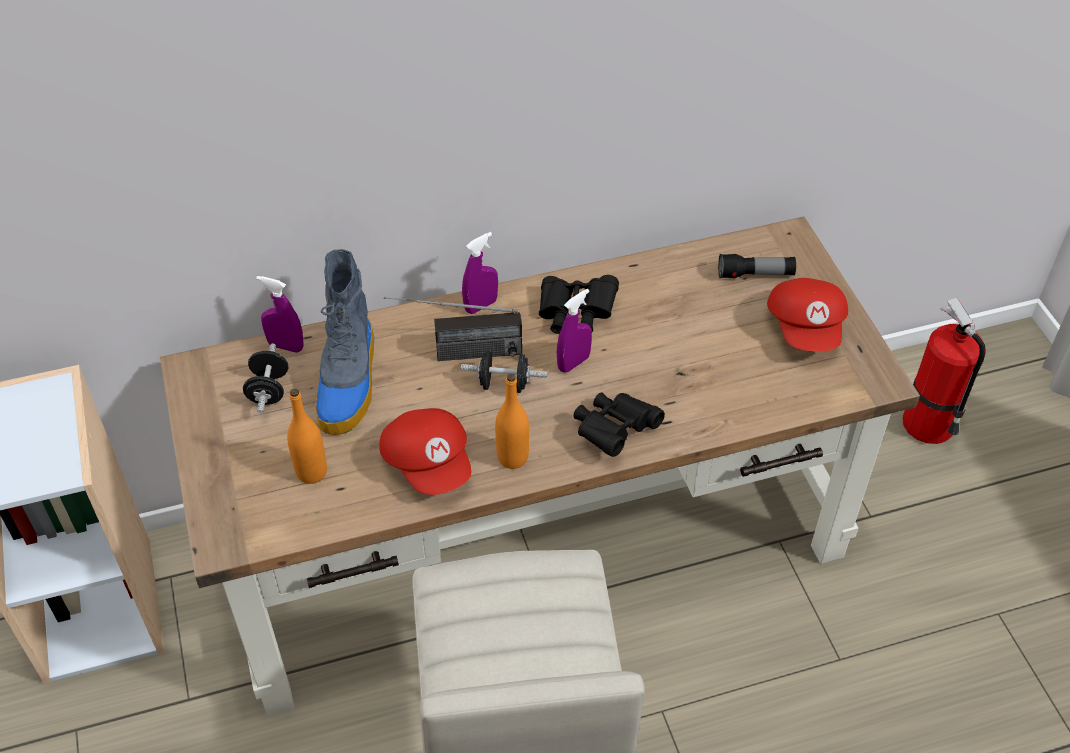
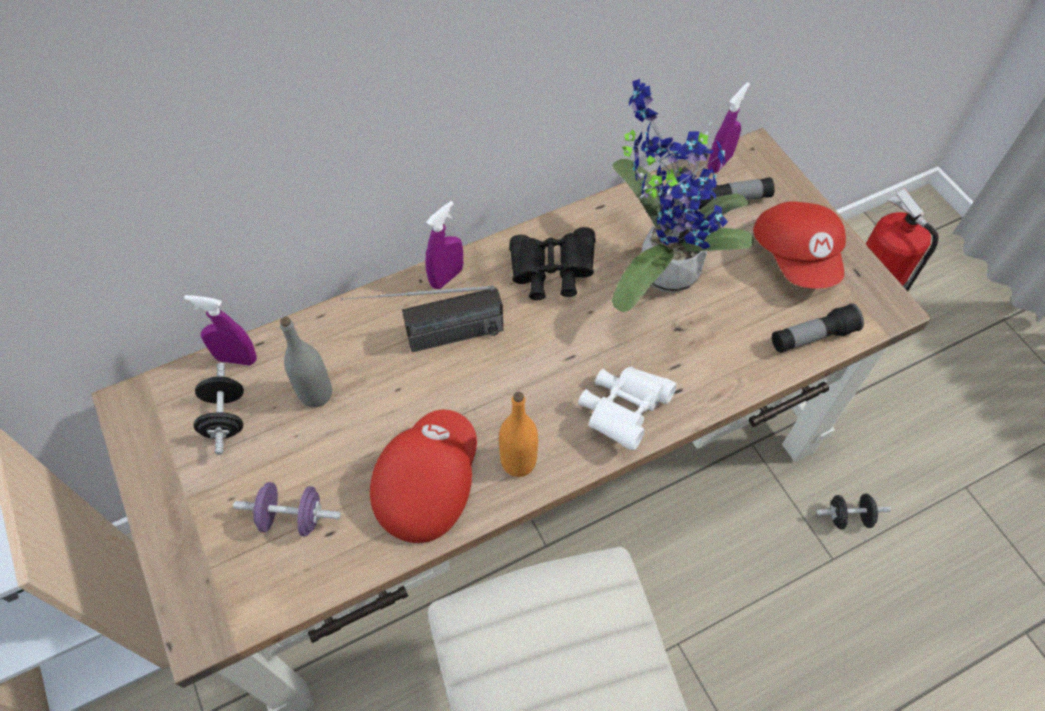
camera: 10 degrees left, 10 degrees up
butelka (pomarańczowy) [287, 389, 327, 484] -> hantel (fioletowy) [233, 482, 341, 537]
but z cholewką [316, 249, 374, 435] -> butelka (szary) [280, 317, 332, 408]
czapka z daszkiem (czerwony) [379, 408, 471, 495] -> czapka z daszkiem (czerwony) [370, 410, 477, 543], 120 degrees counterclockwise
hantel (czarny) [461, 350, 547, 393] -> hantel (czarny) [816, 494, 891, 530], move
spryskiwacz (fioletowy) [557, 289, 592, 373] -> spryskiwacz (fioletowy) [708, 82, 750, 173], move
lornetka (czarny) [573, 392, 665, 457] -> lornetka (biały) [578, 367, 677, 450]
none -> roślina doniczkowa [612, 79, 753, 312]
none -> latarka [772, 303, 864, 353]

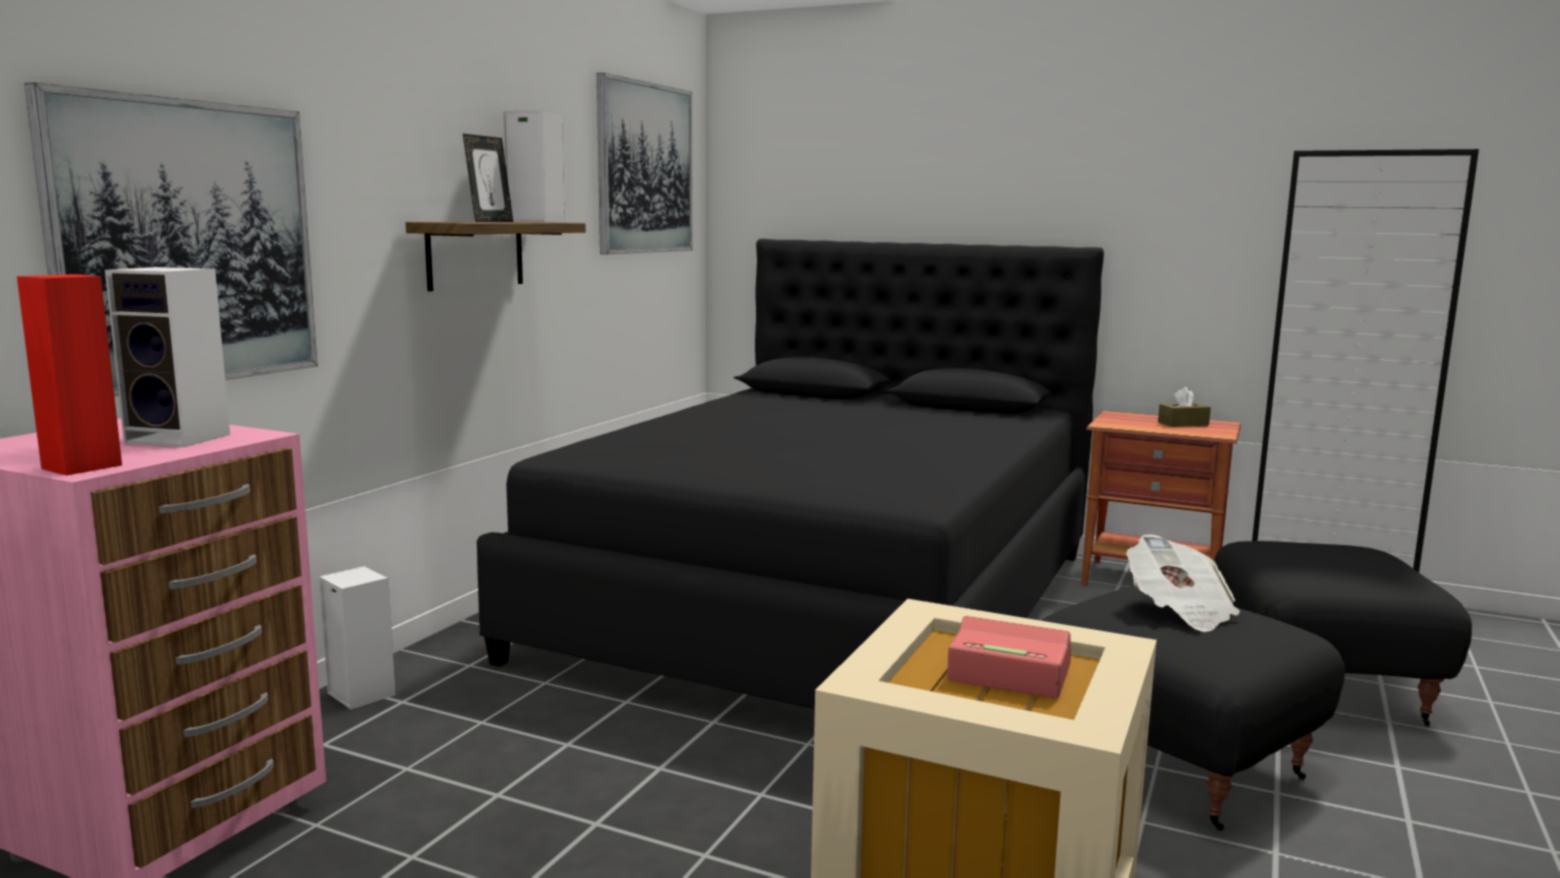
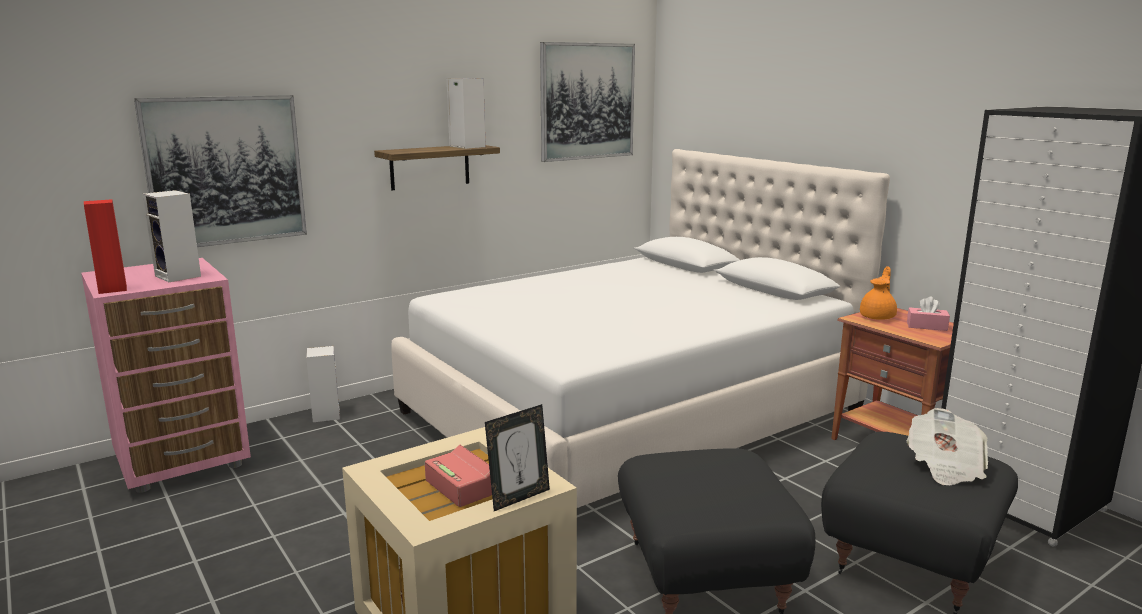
camera: 30 degrees right, 5 degrees up
ramka na zdjęcie [463, 134, 513, 222] -> ramka na zdjęcie [485, 404, 550, 511], move
łóżko (czarny) [477, 239, 1104, 709] -> łóżko (biały) [392, 149, 890, 508]
gazeta [1126, 534, 1240, 632] -> gazeta [906, 408, 988, 485], move
pudełko chusteczek (brązowy) [1158, 387, 1211, 427] -> pudełko chusteczek (różowy) [907, 296, 950, 331]
none -> imbryk (pomarańczowy) [860, 266, 897, 320]

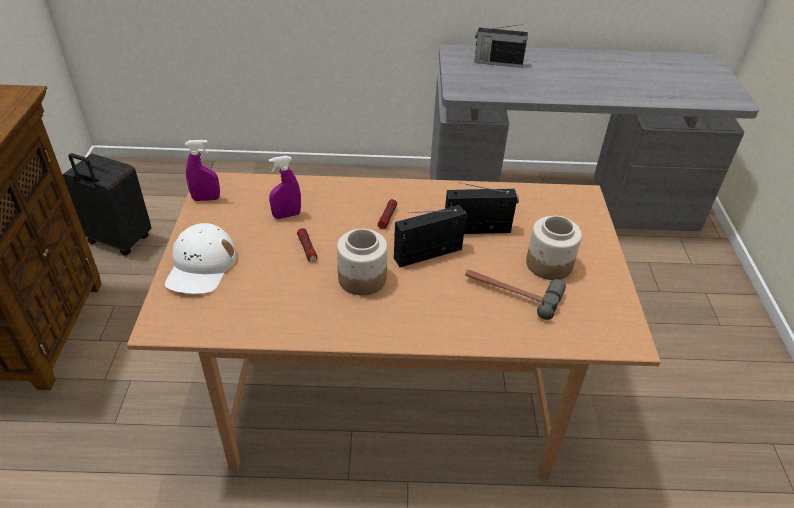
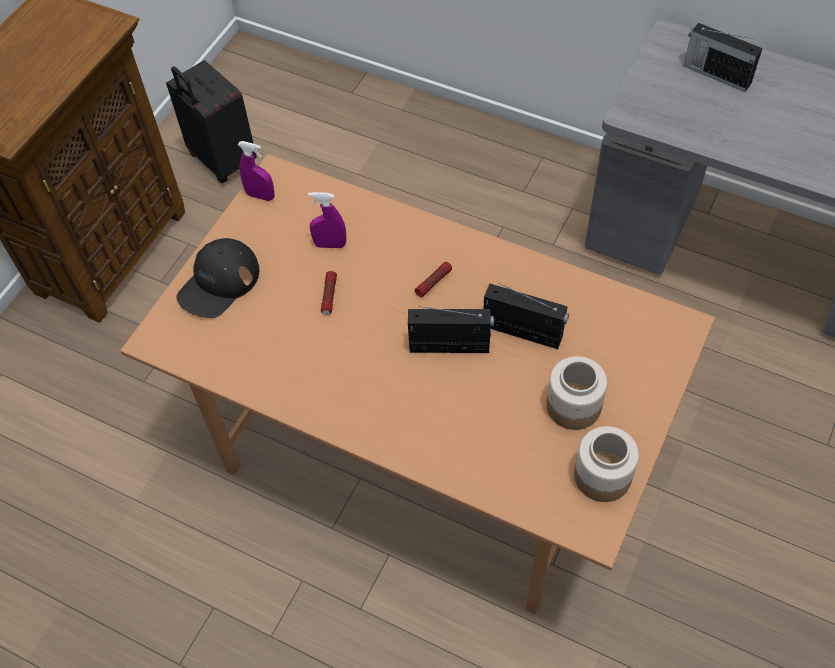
camera: 30 degrees right, 15 degrees up
czapka z daszkiem (biały) [165, 223, 236, 294] -> czapka z daszkiem (czarny) [176, 238, 259, 318]
słoik [337, 229, 387, 295] -> słoik [574, 426, 639, 502], move
młotek [465, 270, 566, 320] -> none

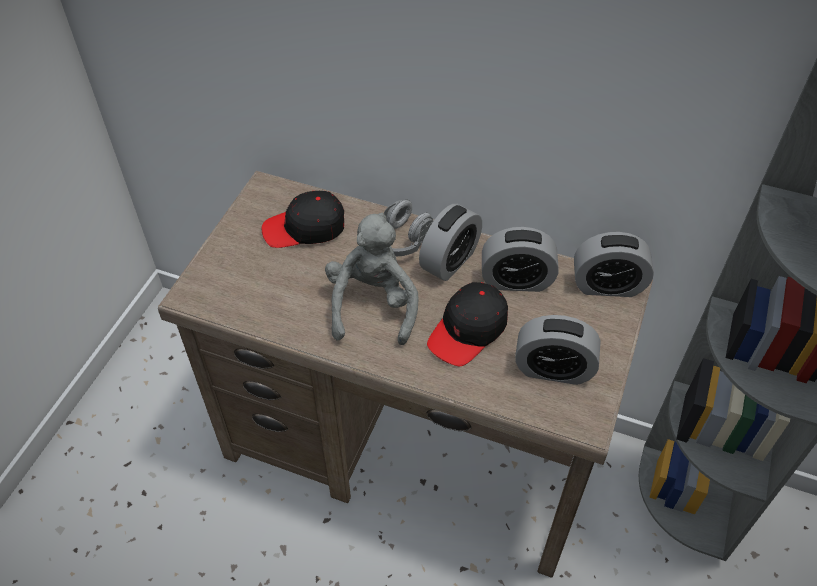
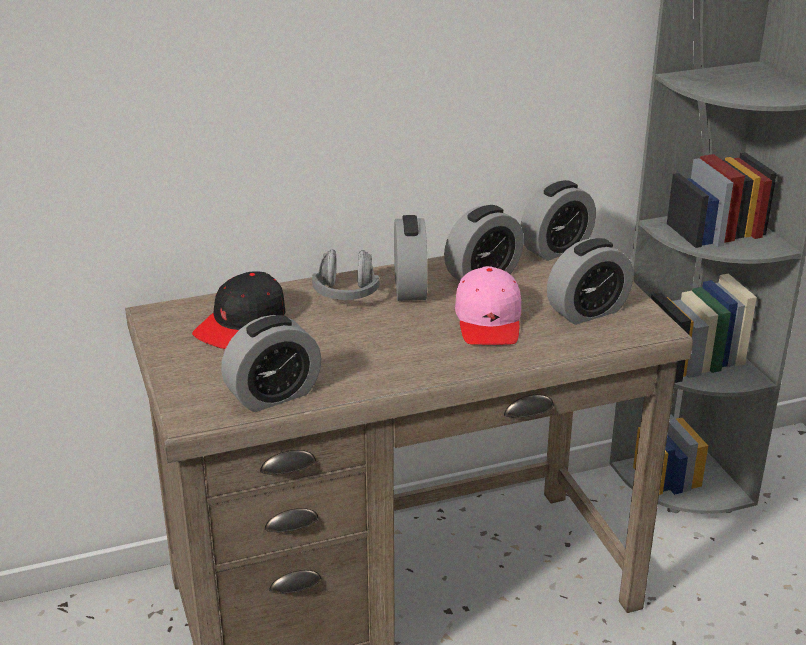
camera: 40 degrees left, 20 degrees down
pluszak (szary) [325, 213, 418, 345] -> none
czapka z daszkiem (czarny) [427, 282, 508, 366] -> czapka z daszkiem (różowy) [455, 266, 521, 345]
none -> budzik [221, 315, 322, 412]

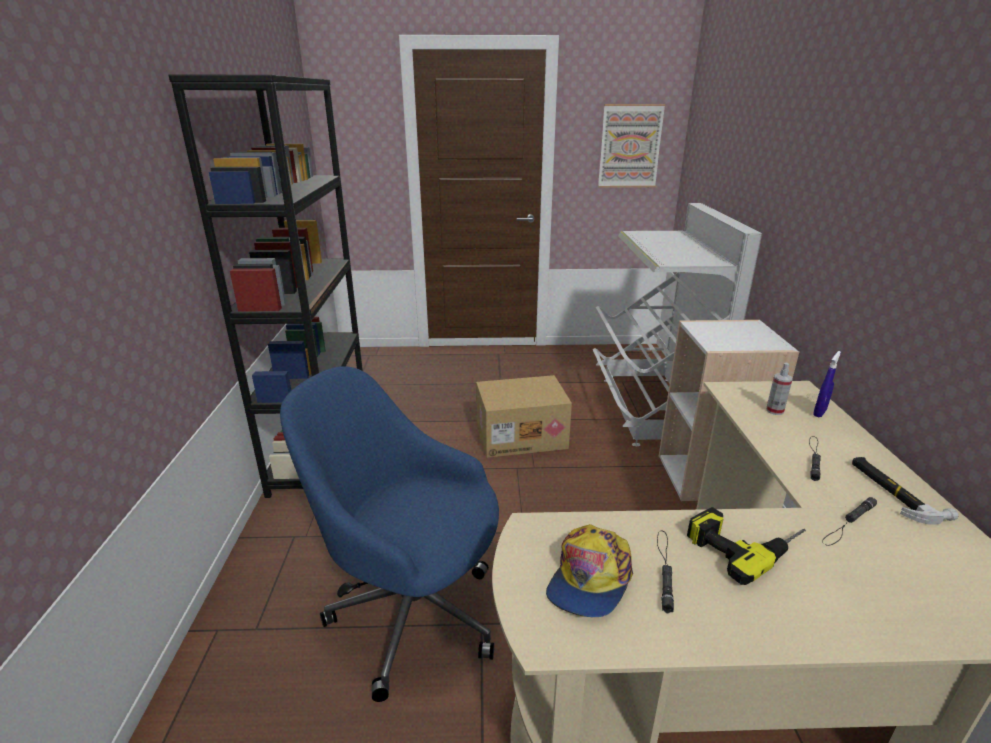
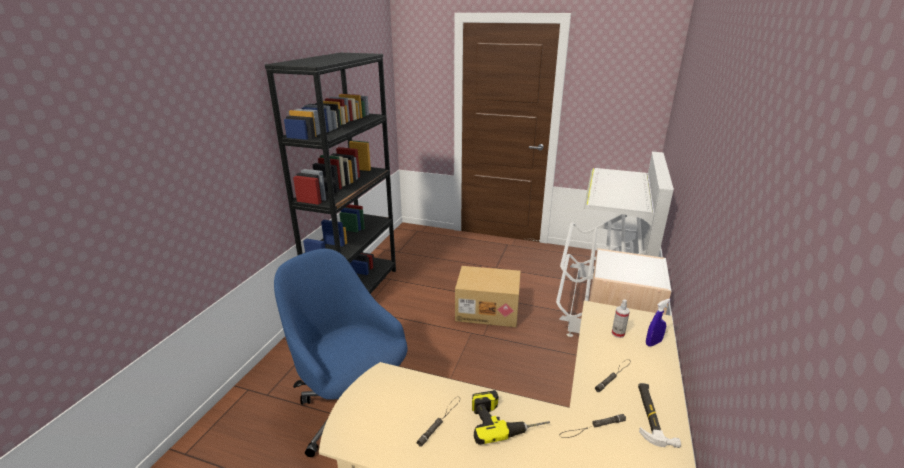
camera: 20 degrees right, 0 degrees up
czapka z daszkiem [546, 524, 633, 617] -> none
obraz [598, 104, 665, 188] -> none

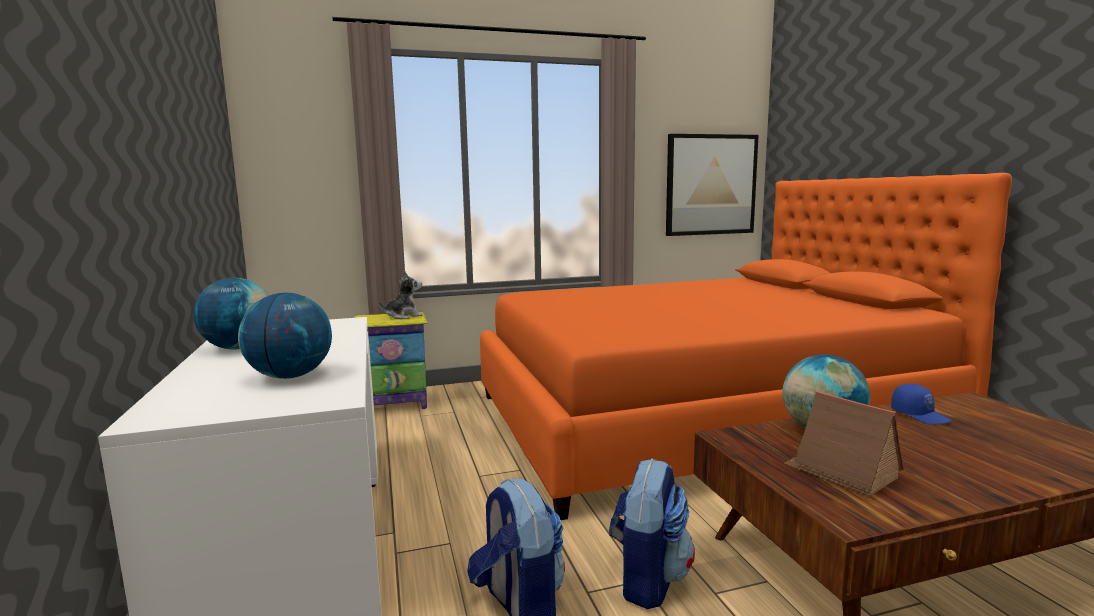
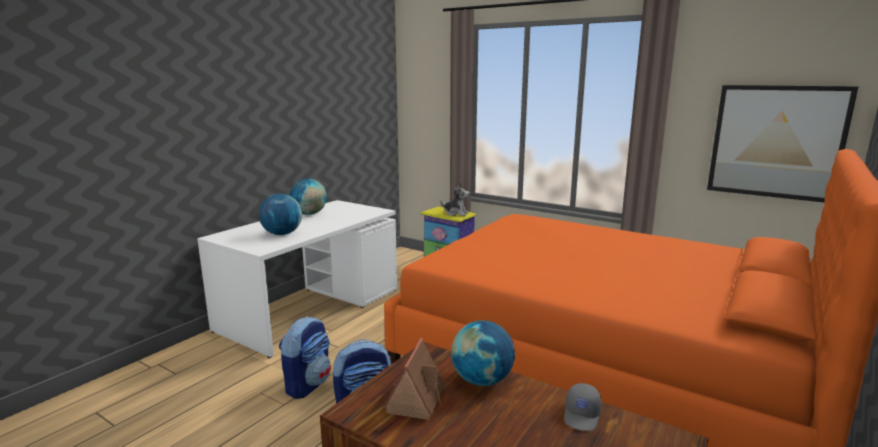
camera: 50 degrees right, 5 degrees up
czapka z daszkiem (niebieski) [891, 384, 952, 425] -> czapka z daszkiem (szary) [564, 383, 602, 431]

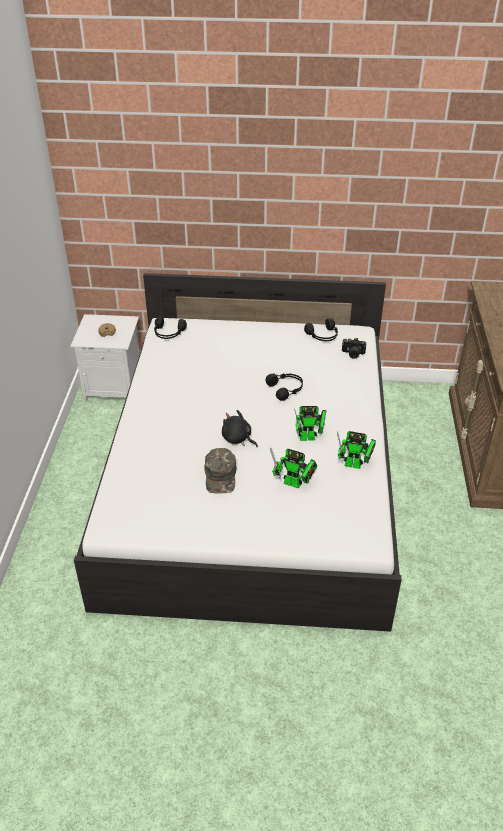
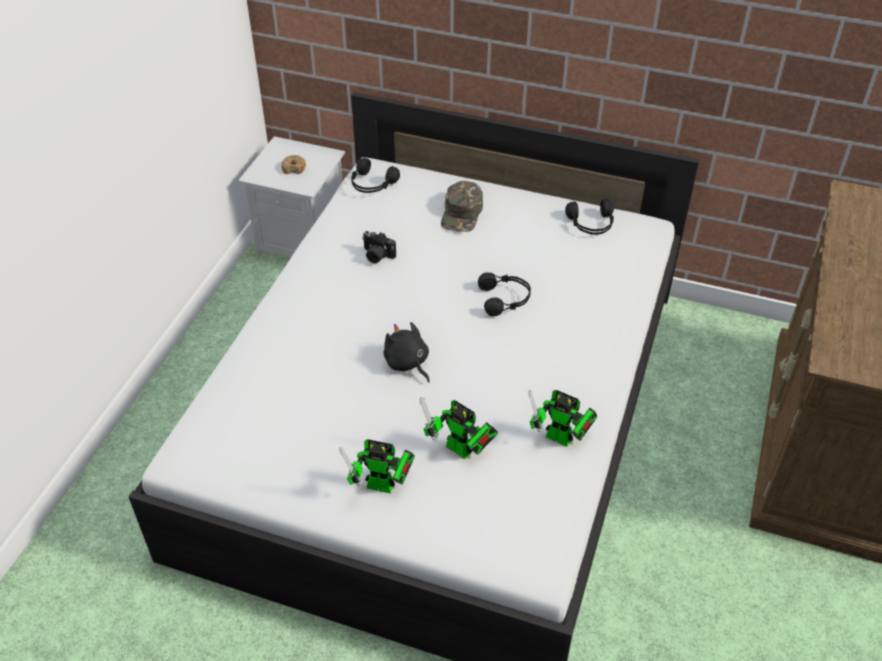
camera: 15 degrees right, 5 degrees up
czapka z daszkiem (zielony) [204, 448, 236, 493] -> czapka z daszkiem (zielony) [441, 181, 483, 232], move
robot zabawkowy [294, 406, 327, 441] -> robot zabawkowy [340, 439, 415, 493], move
aparat fotograficzny [342, 338, 366, 359] -> aparat fotograficzny [362, 231, 396, 263], move

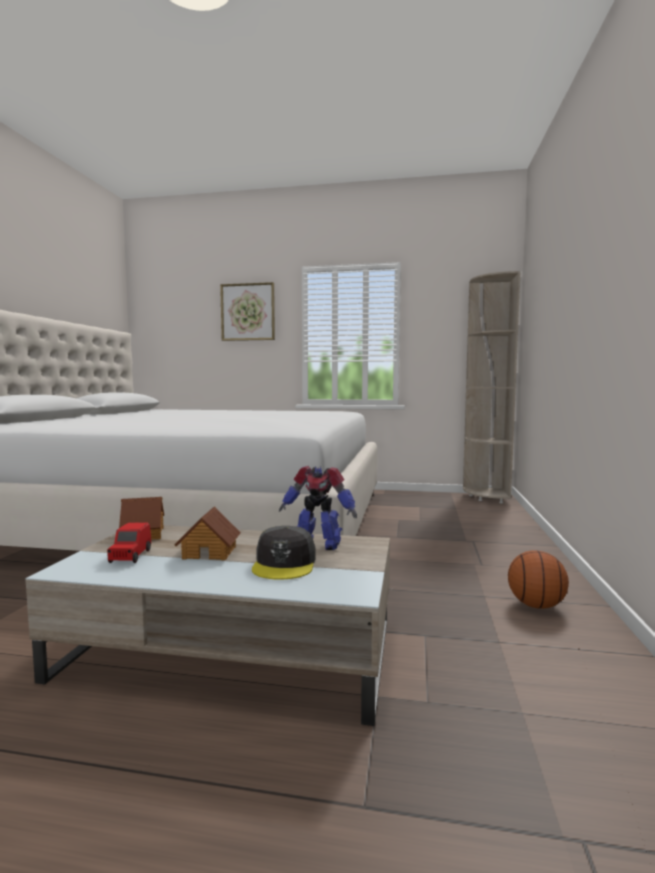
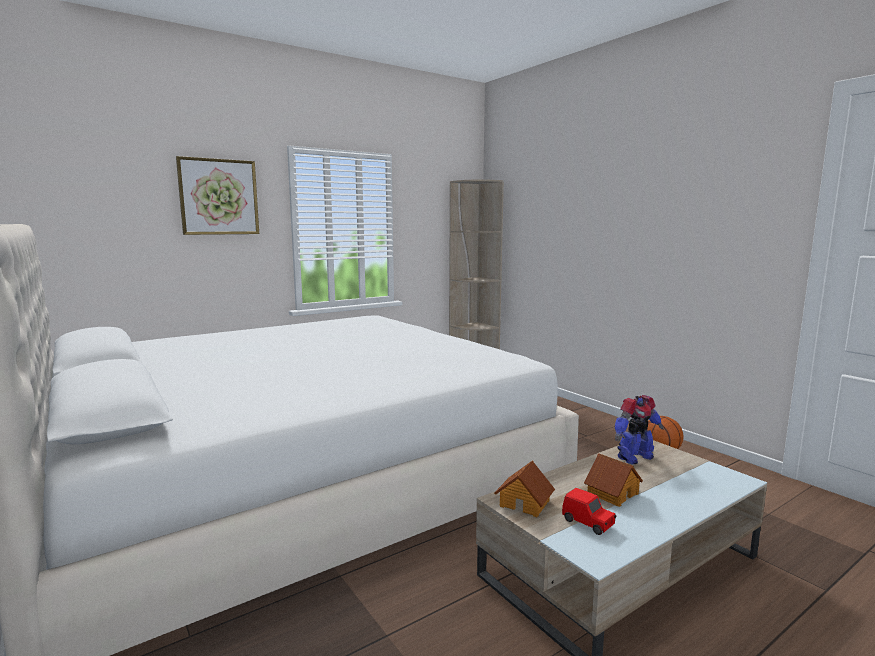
camera: 45 degrees left, 5 degrees up
czapka z daszkiem (szary) [252, 526, 315, 580] -> none

